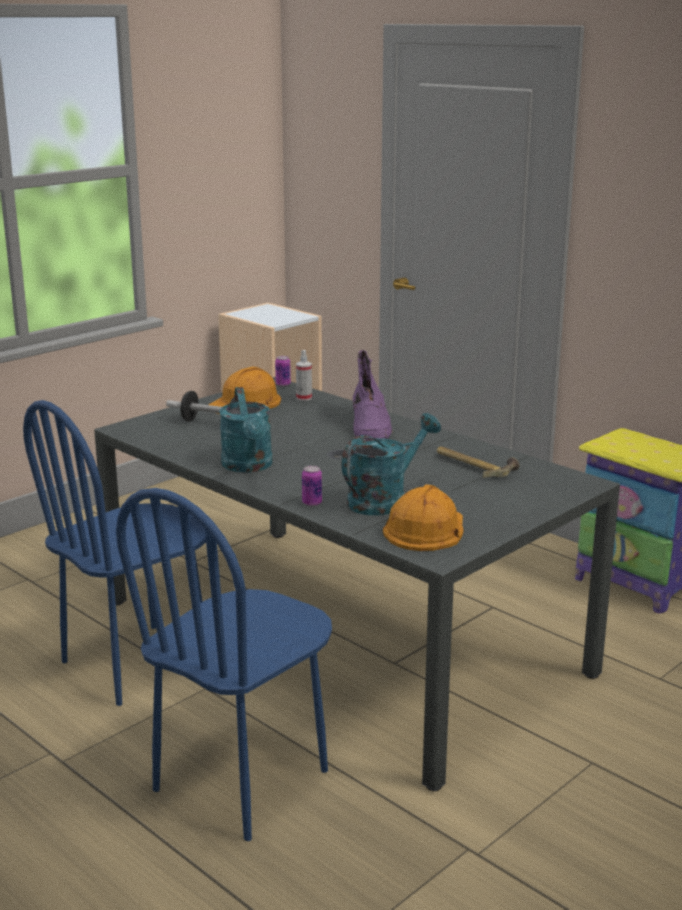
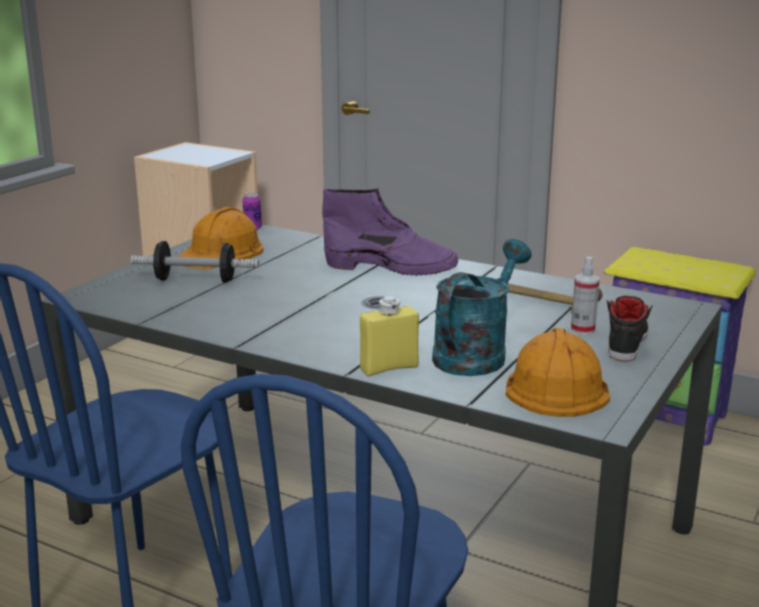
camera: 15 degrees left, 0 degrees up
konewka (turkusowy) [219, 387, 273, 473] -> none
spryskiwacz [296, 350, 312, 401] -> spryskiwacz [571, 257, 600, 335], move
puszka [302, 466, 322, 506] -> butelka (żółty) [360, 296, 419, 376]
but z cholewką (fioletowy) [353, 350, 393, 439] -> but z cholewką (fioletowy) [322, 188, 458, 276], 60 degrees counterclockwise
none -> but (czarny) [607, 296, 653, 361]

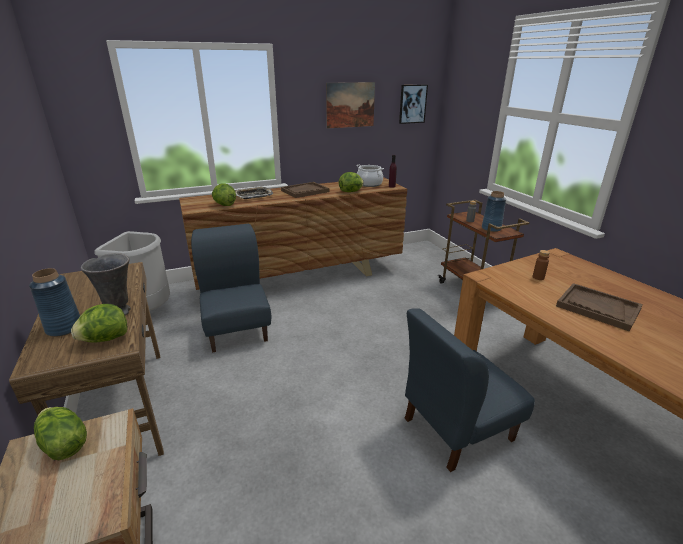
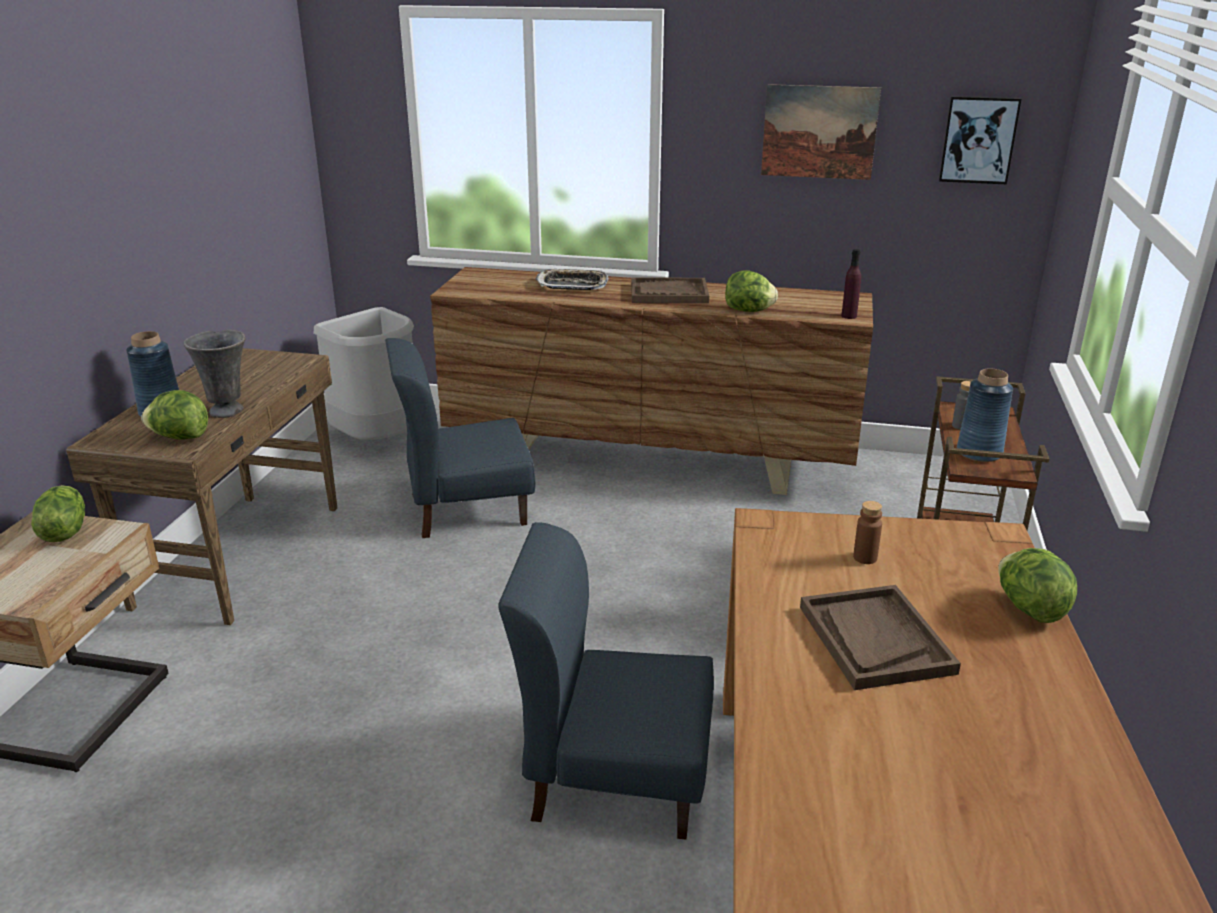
camera: 35 degrees right, 0 degrees up
krzesło (niebieski) [191, 224, 271, 353] -> krzesło (niebieski) [385, 338, 535, 538], 120 degrees counterclockwise
sałata [212, 183, 236, 206] -> sałata [998, 548, 1077, 623], move
garnek [356, 165, 384, 187] -> none

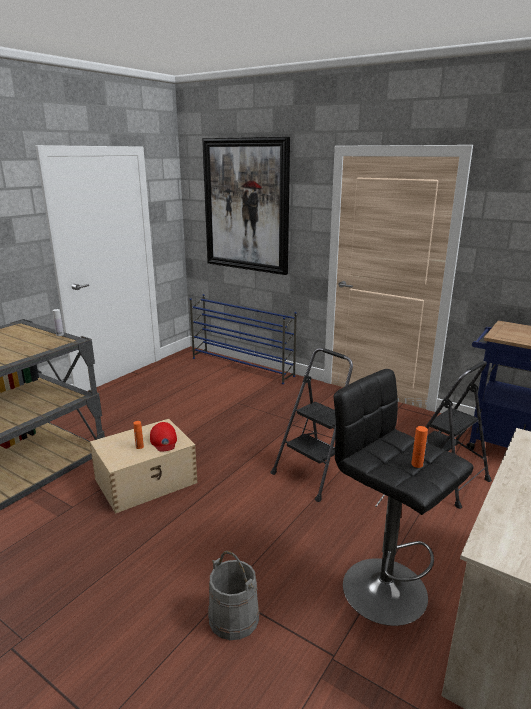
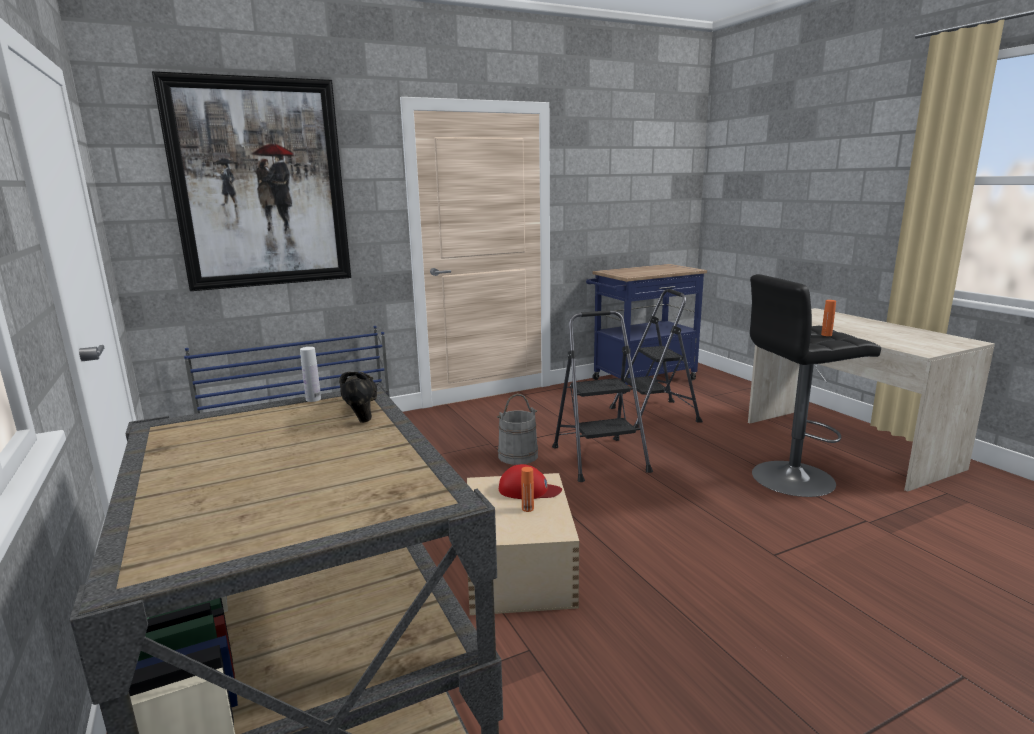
camera: 60 degrees left, 5 degrees down
wiadro (szary) [208, 551, 260, 640] -> wiadro (szary) [497, 394, 538, 465], move
none -> but (czarny) [339, 372, 377, 423]

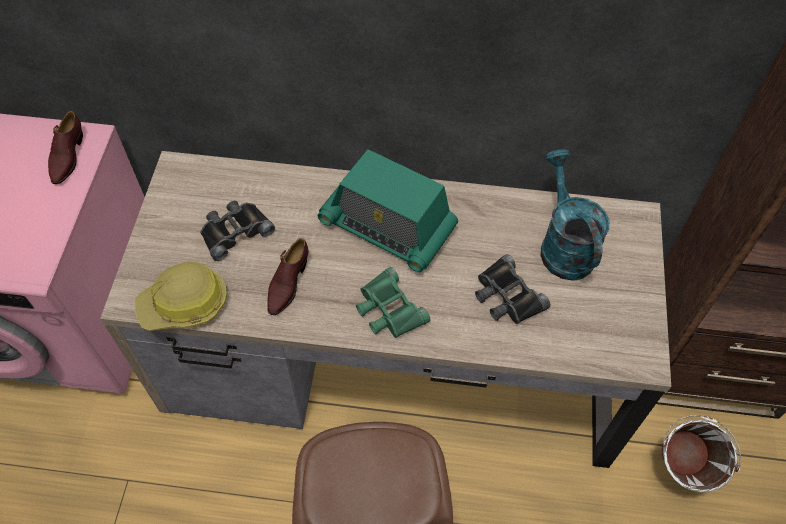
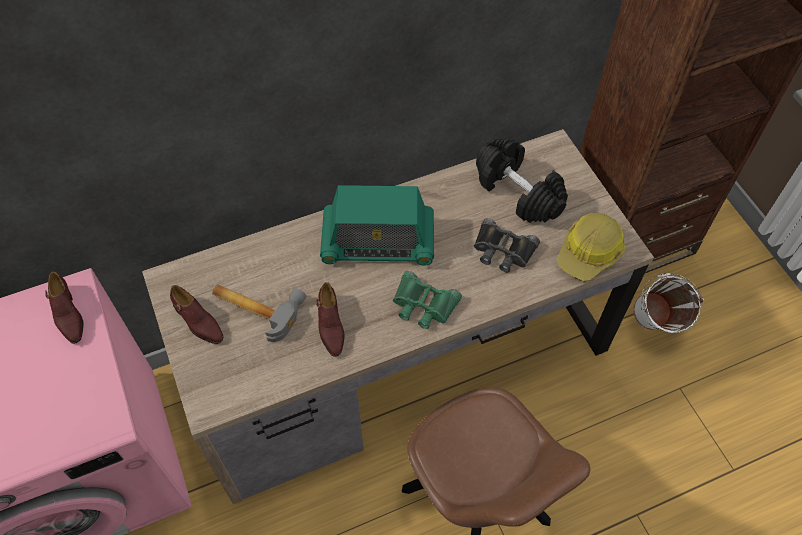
camera: 30 degrees left, 0 degrees up
kask [135, 261, 227, 331] -> kask [557, 213, 625, 281], move
lornetka (czarny) [200, 201, 275, 261] -> młotek [212, 285, 306, 342]
konewka (turkusowy) [540, 149, 609, 281] -> hantel (czarny) [476, 138, 568, 223]
none -> but (brązowy) [170, 285, 223, 344]

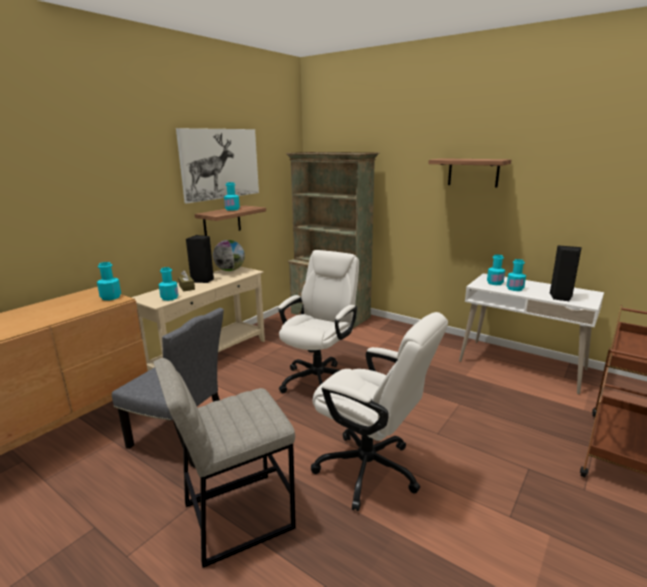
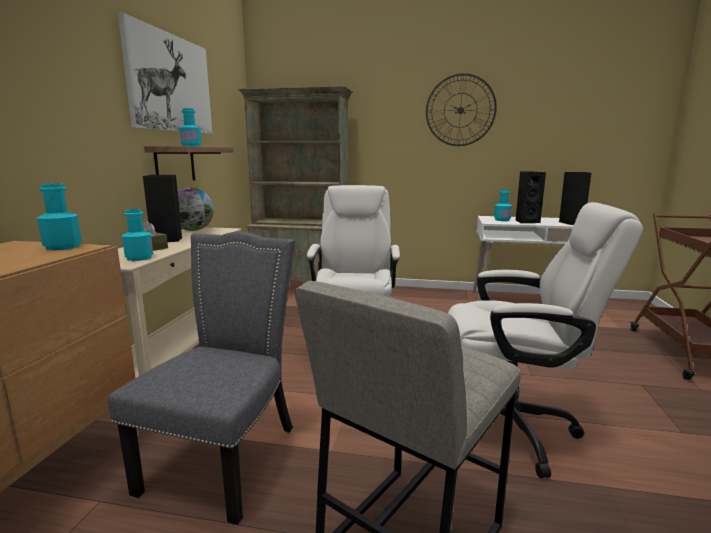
camera: 25 degrees left, 5 degrees down
krzesło (szary) [112, 308, 224, 468] -> krzesło (szary) [108, 231, 295, 525], 75 degrees counterclockwise
półka [428, 158, 511, 187] -> zegar ścienny [426, 73, 497, 146]
butelka (turkusowy) [507, 259, 526, 291] -> głośnik (czarny) [515, 172, 546, 223]

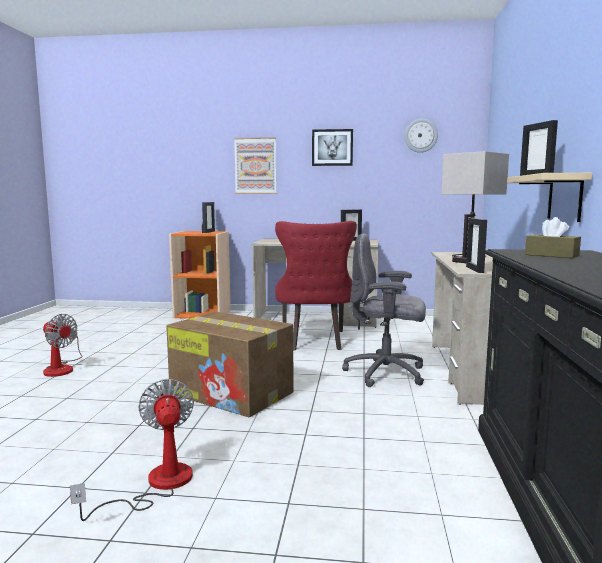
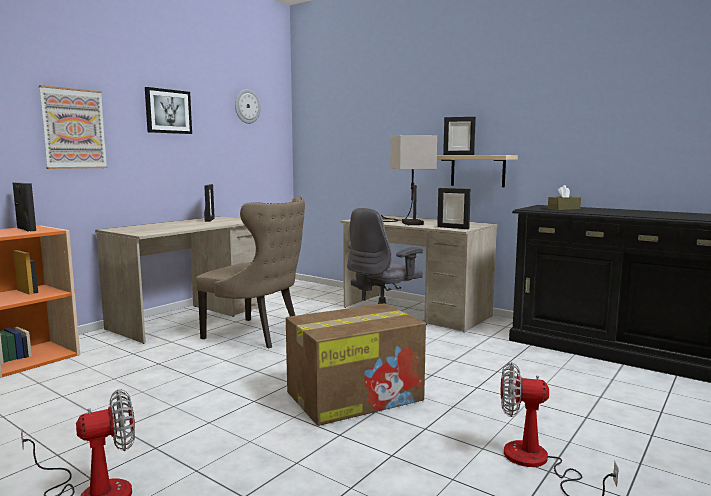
camera: 60 degrees left, 0 degrees up
krzesło (czerwony) [275, 221, 357, 350] -> krzesło (beżowy) [196, 197, 305, 348]

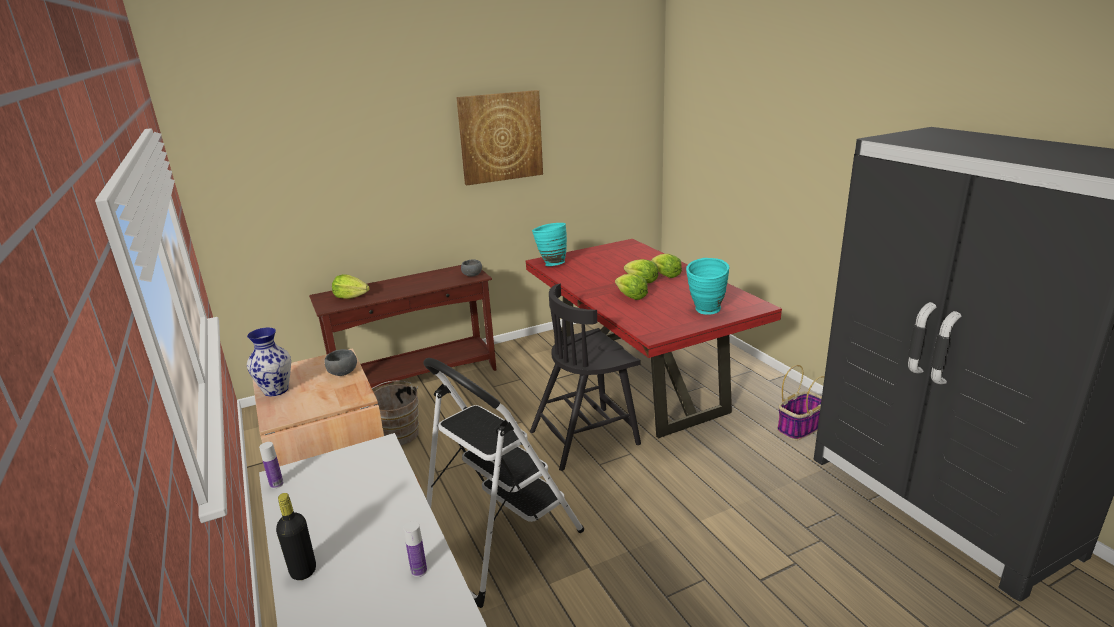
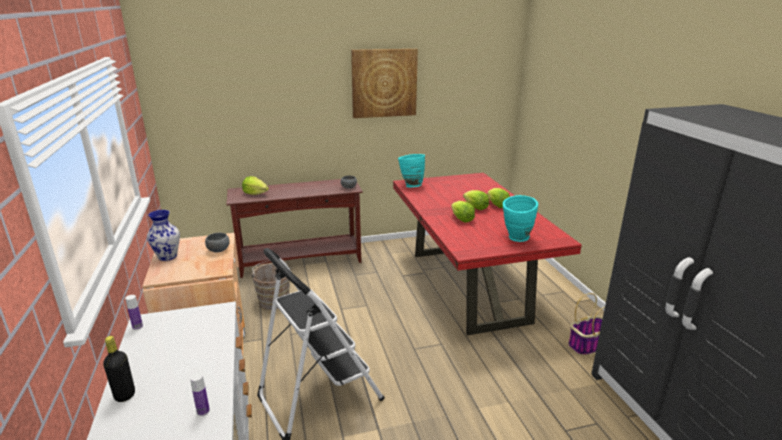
camera: 10 degrees right, 0 degrees up
krzesło (czarny) [530, 283, 641, 471] -> none

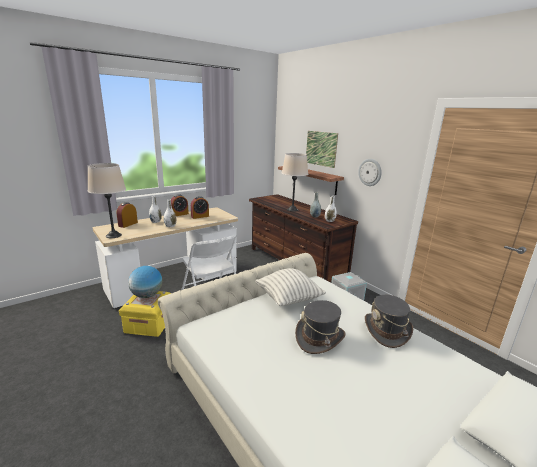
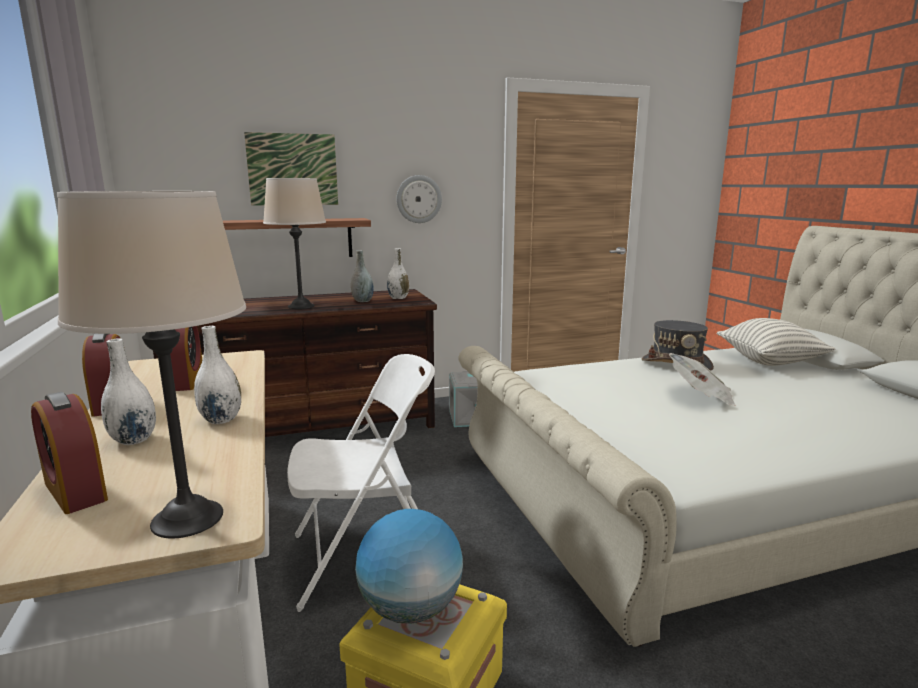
camera: 70 degrees left, 5 degrees down
poduszka [255, 268, 326, 306] -> poduszka [717, 318, 835, 366], move
kapelusz (szary) [295, 300, 346, 354] -> gazeta [669, 353, 735, 406]

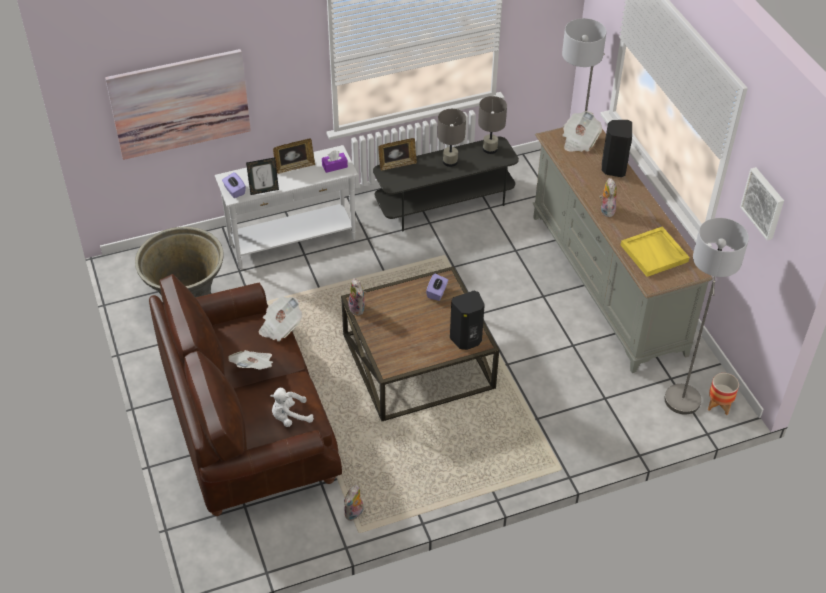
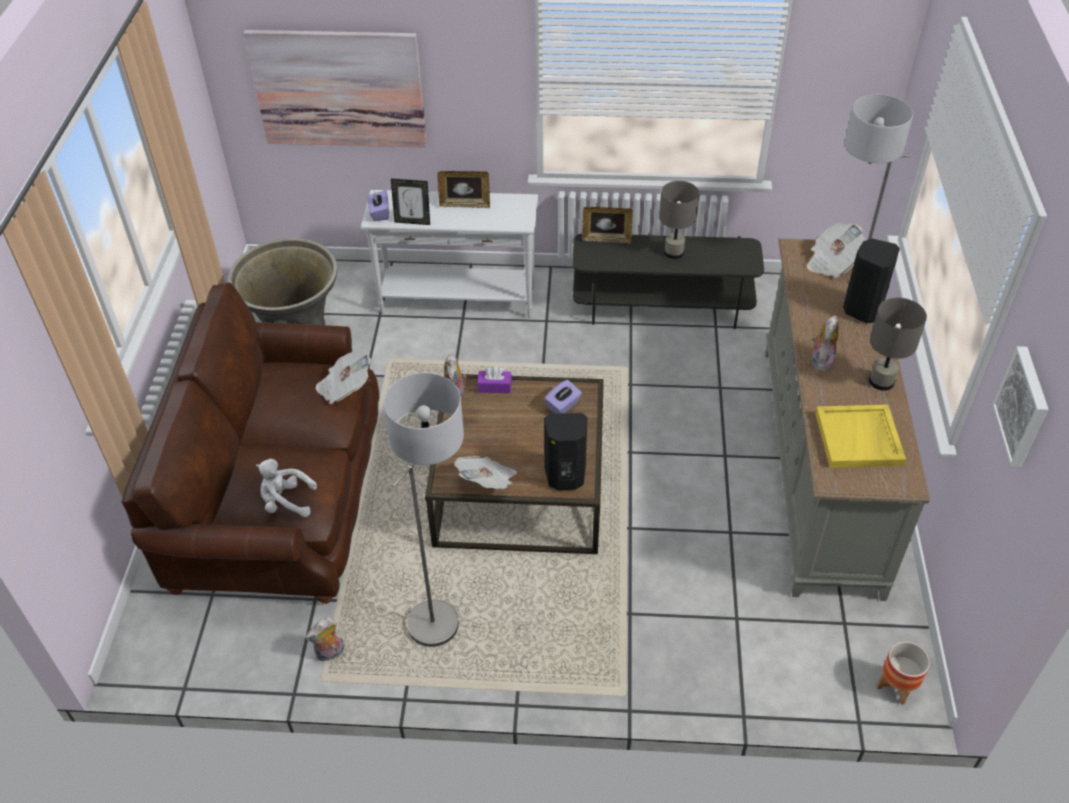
camera: 25 degrees right, 0 degrees up
gazeta [228, 350, 273, 370] -> gazeta [454, 456, 517, 489], move
pudełko chusteczek (fioletowy) [322, 150, 348, 173] -> pudełko chusteczek (fioletowy) [477, 366, 512, 393], move
lampa stołowa (szary) [478, 96, 507, 154] -> lampa stołowa (szary) [869, 298, 927, 391], move
lampa stojąca (szary) [665, 218, 749, 415] -> lampa stojąca (szary) [384, 373, 464, 647], move

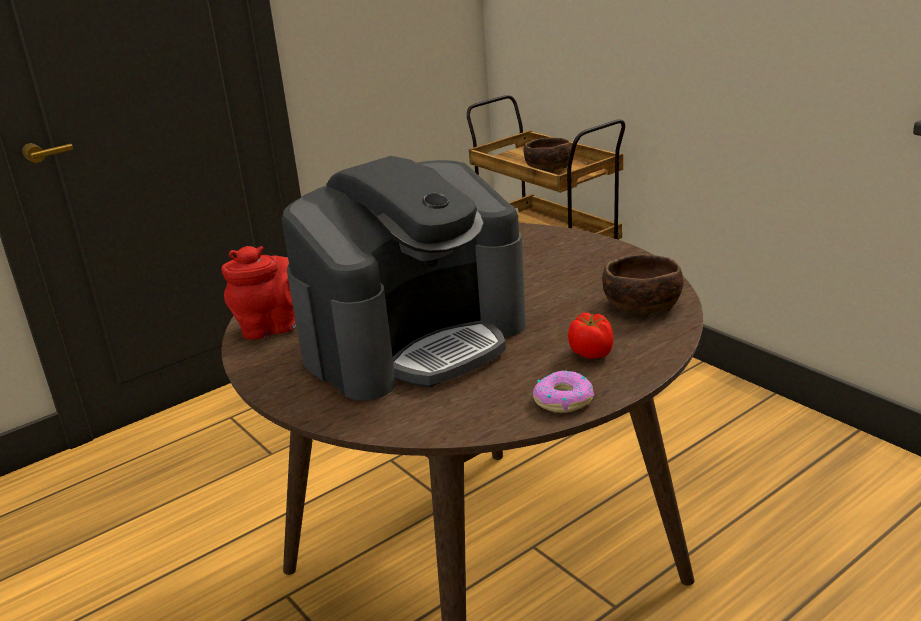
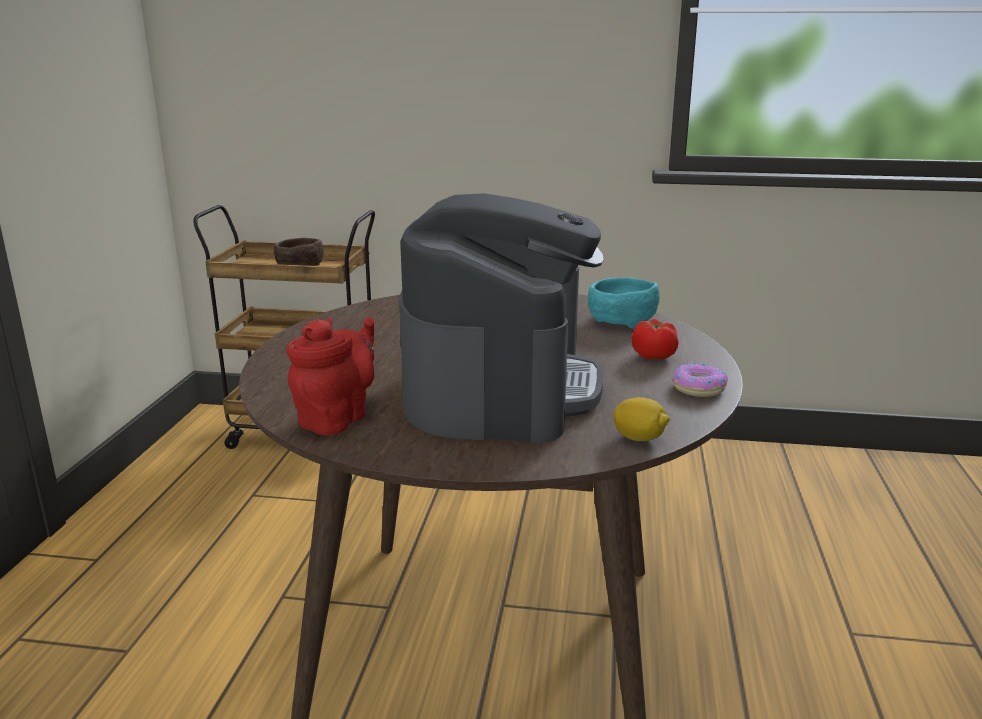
camera: 45 degrees left, 5 degrees down
miska (brązowy) [602, 254, 684, 318] -> miska (turkusowy) [588, 277, 660, 329]
none -> cytryna [613, 397, 670, 441]

